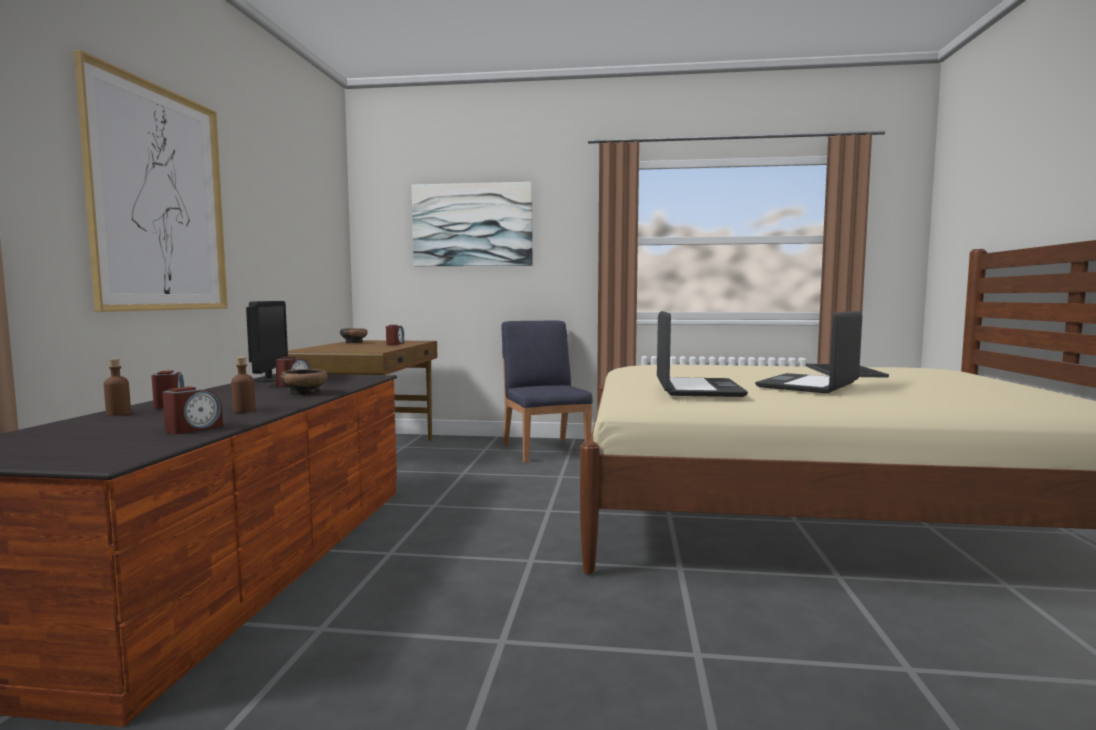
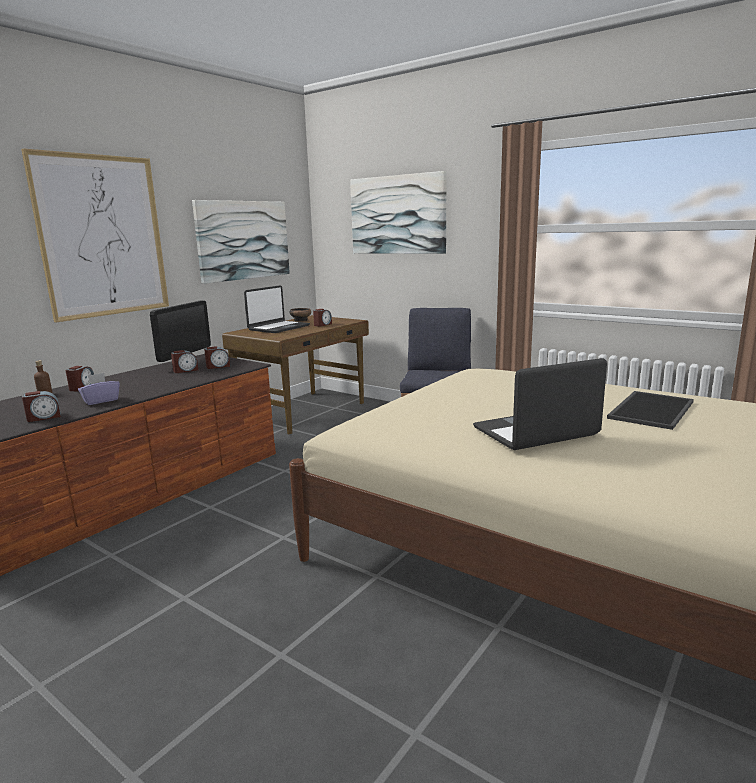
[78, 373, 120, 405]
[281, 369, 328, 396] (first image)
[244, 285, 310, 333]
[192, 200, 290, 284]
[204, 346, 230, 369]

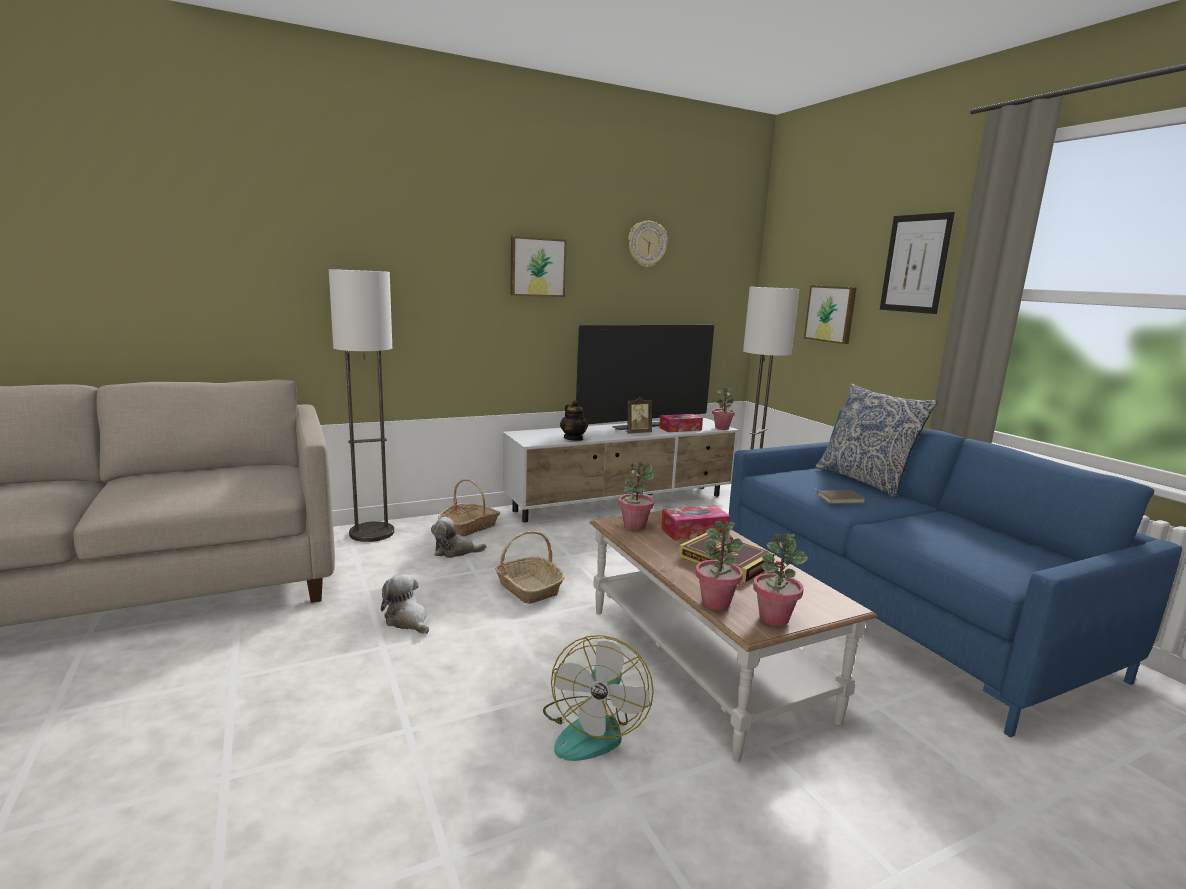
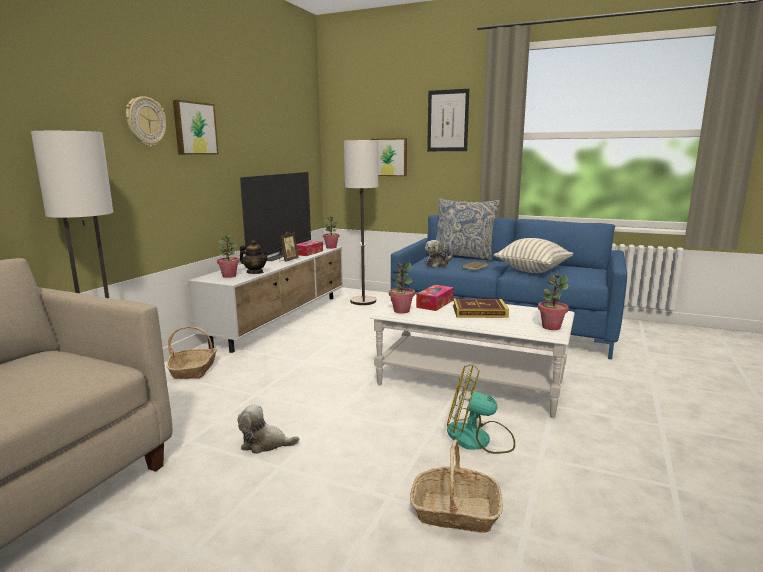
[425, 240, 452, 267]
[410, 439, 503, 533]
[447, 365, 515, 454]
[369, 294, 575, 418]
[126, 96, 166, 147]
[217, 236, 239, 278]
[493, 238, 573, 273]

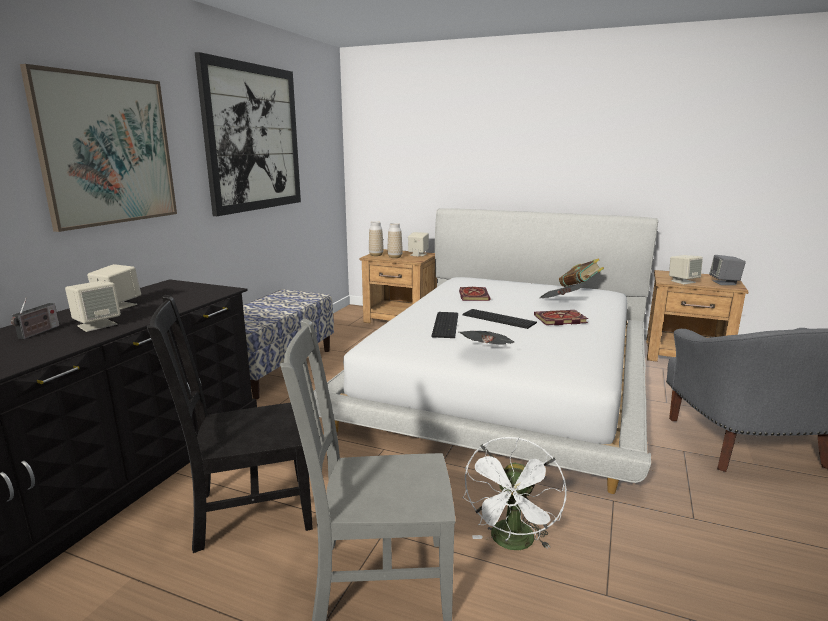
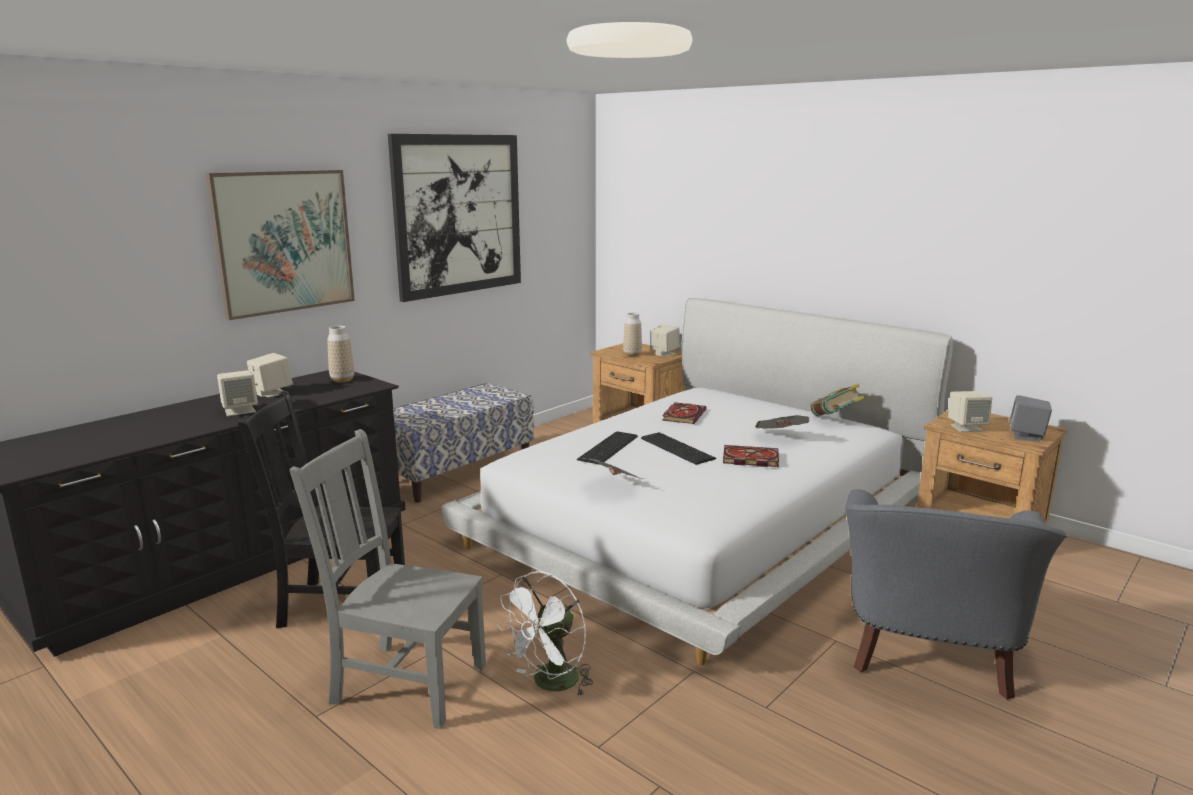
[11, 298, 59, 339] (first image)
[327, 326, 354, 382]

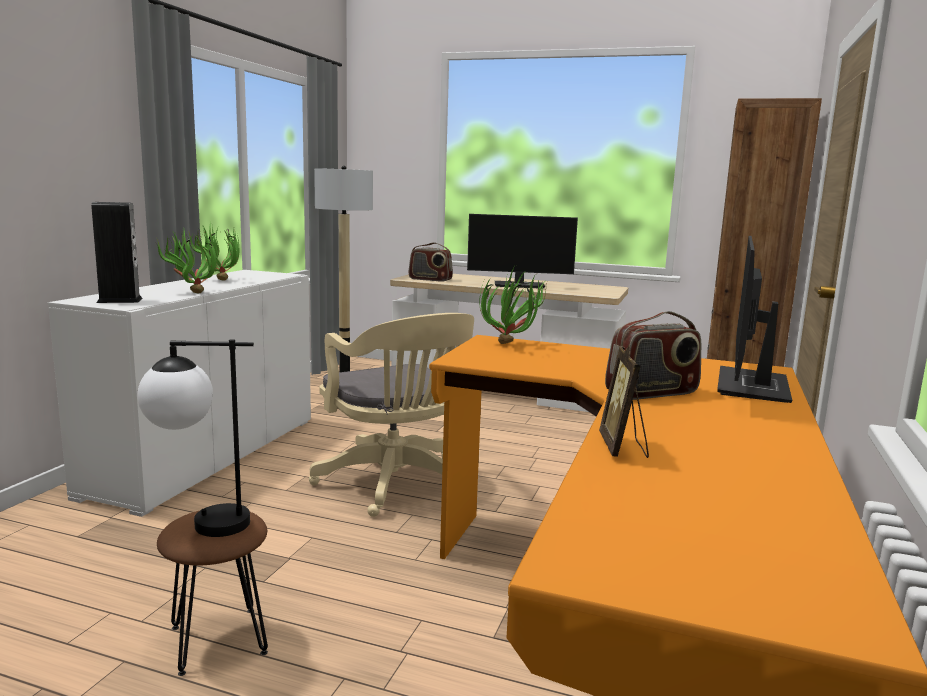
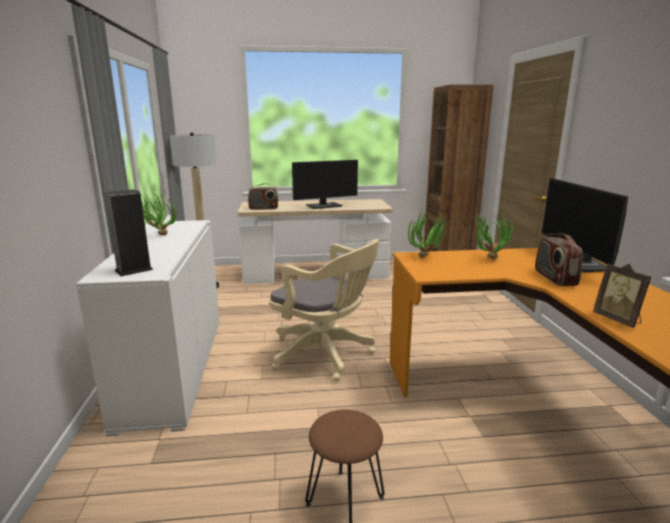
[137, 339, 254, 537] (first image)
[473, 211, 513, 259]
[535, 233, 583, 286]

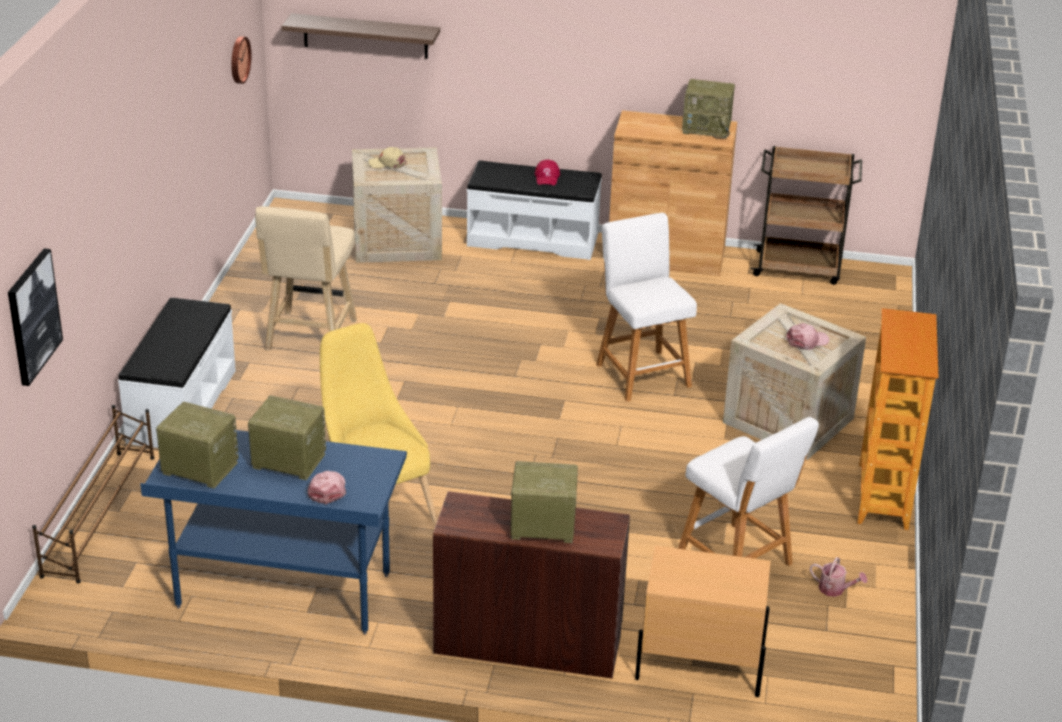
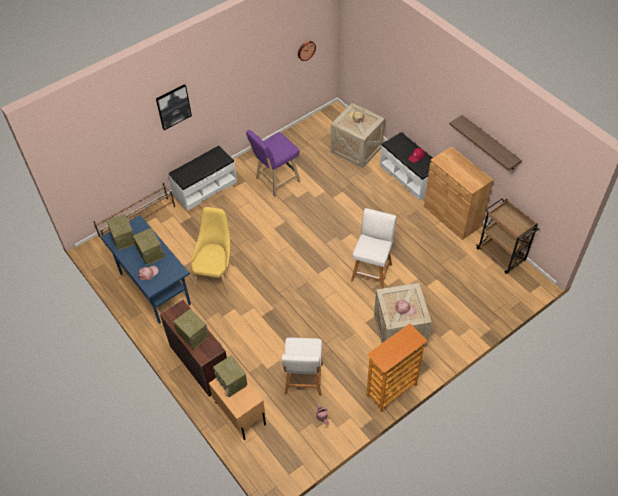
[156, 84, 192, 130]
[246, 130, 301, 197]
[449, 115, 522, 171]
[213, 355, 248, 397]

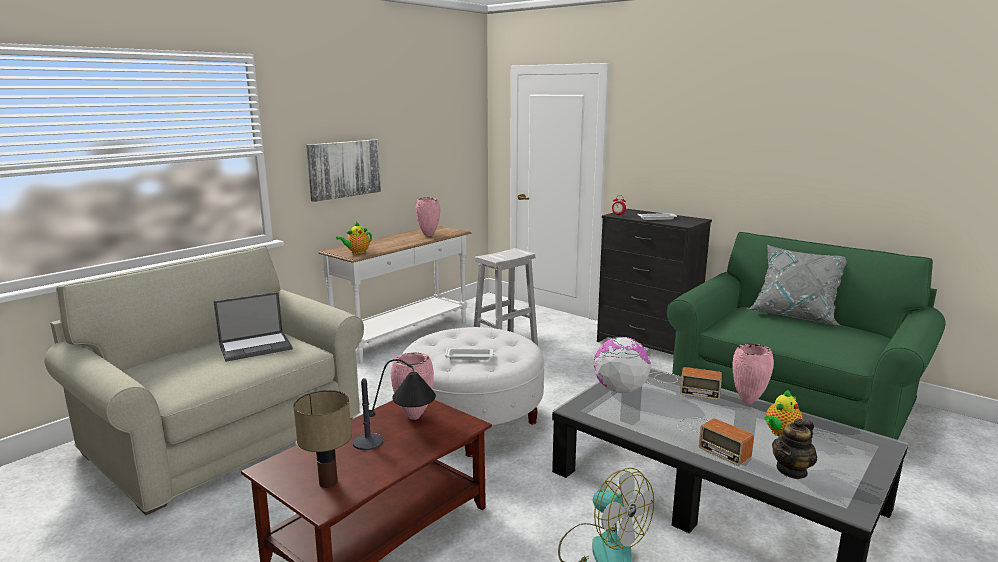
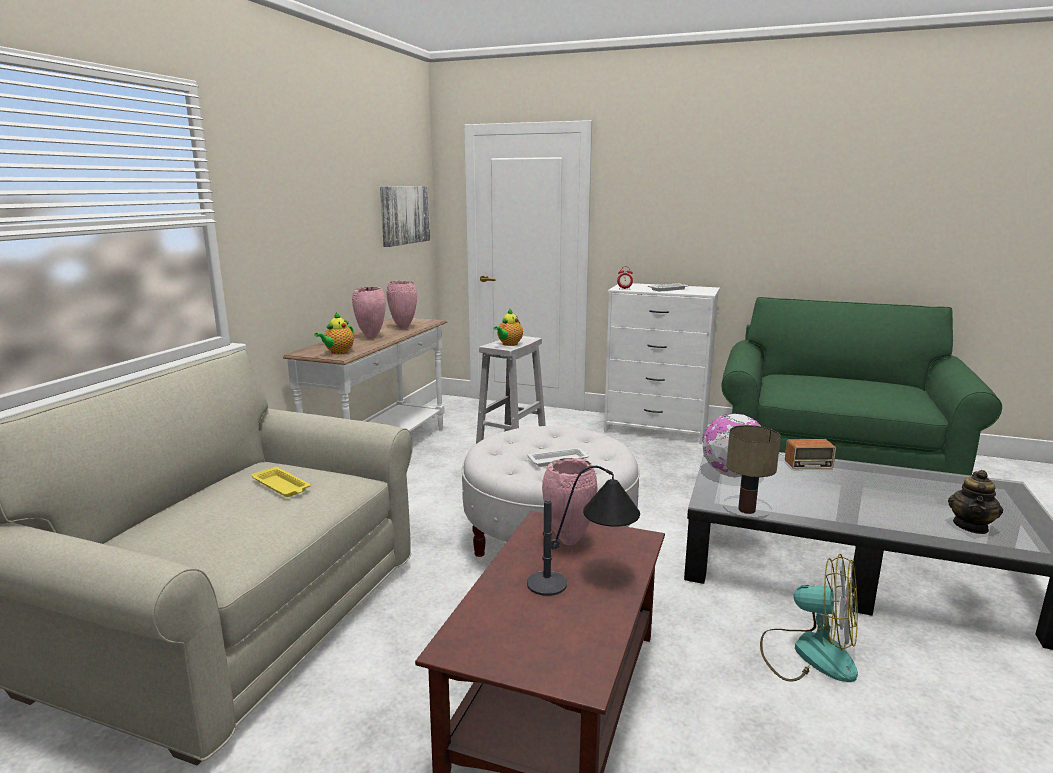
[251, 466, 311, 497]
[726, 425, 781, 514]
[380, 186, 430, 247]
[604, 283, 720, 444]
[677, 418, 754, 466] (first image)
[352, 287, 386, 339]
[747, 245, 846, 326] (first image)
[494, 308, 523, 346]

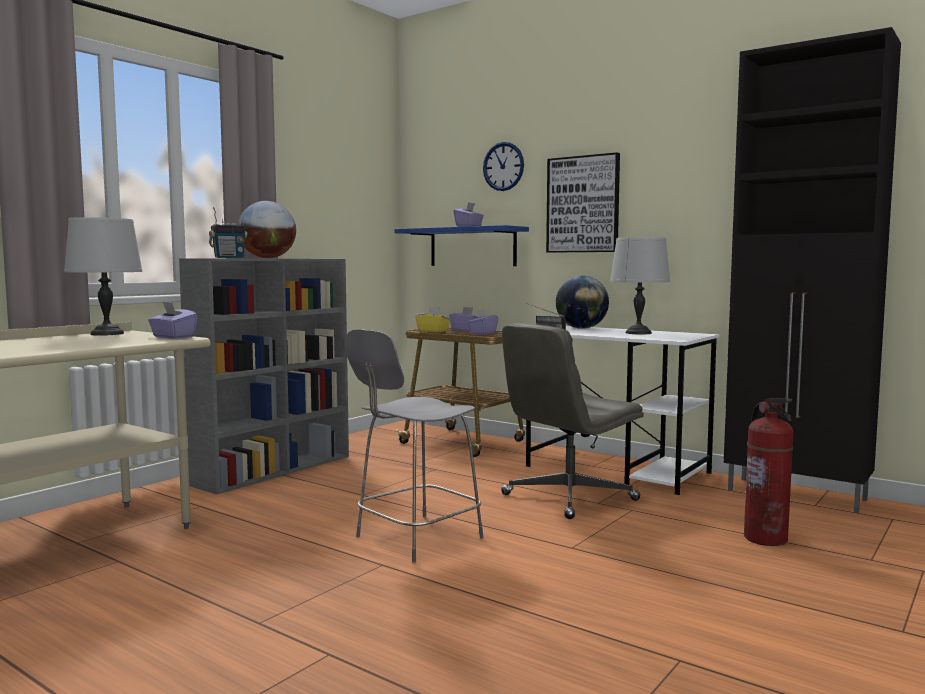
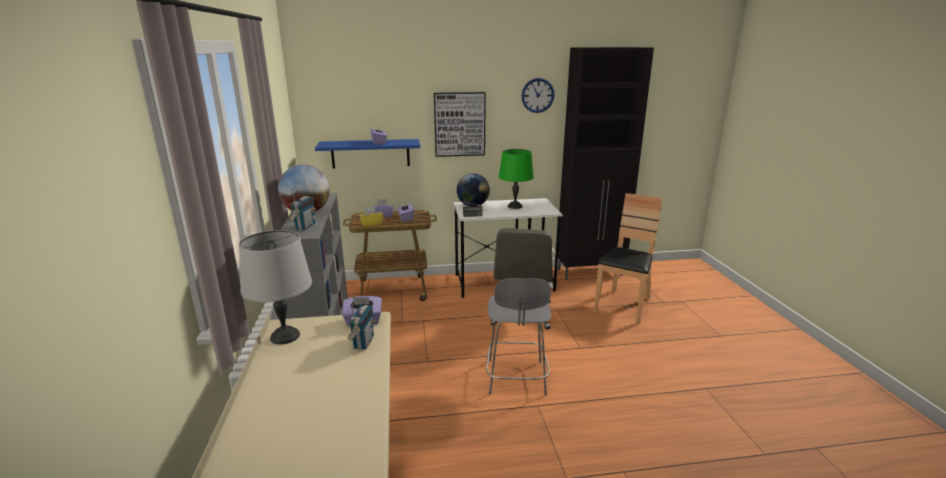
[522, 78, 555, 113]
[499, 149, 534, 209]
[594, 193, 662, 324]
[347, 302, 375, 350]

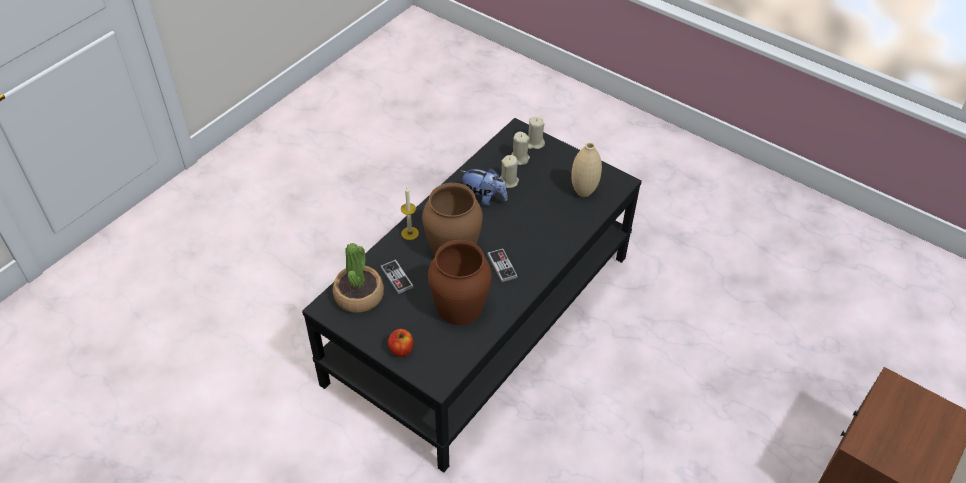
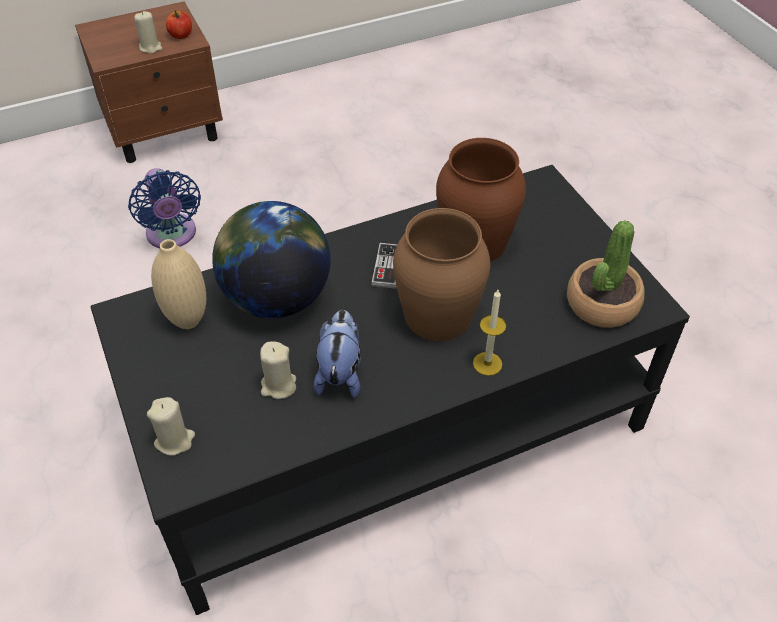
[380, 259, 414, 294] (first image)
[166, 11, 192, 39]
[313, 310, 361, 398]
[134, 11, 163, 54]
[128, 168, 201, 248]
[212, 201, 330, 318]

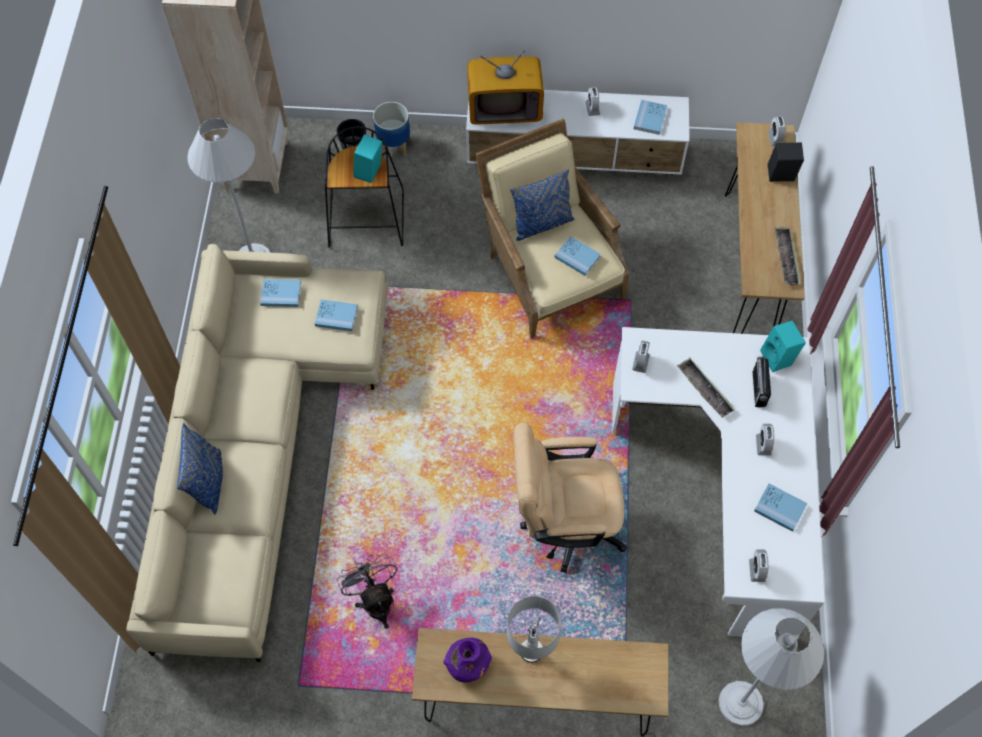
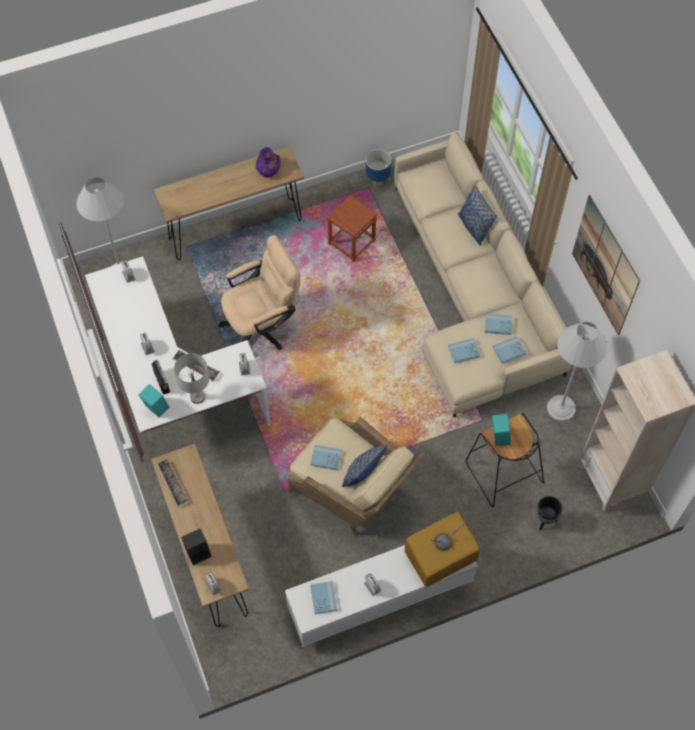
[327, 195, 377, 262]
[366, 149, 391, 191]
[174, 353, 209, 404]
[485, 313, 513, 335]
[572, 195, 640, 335]

